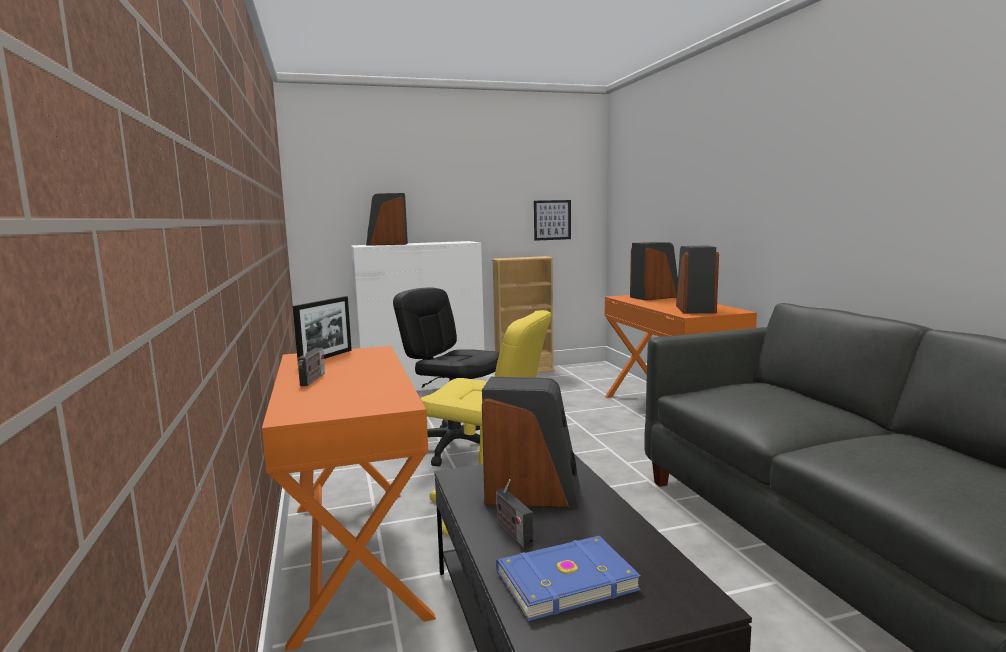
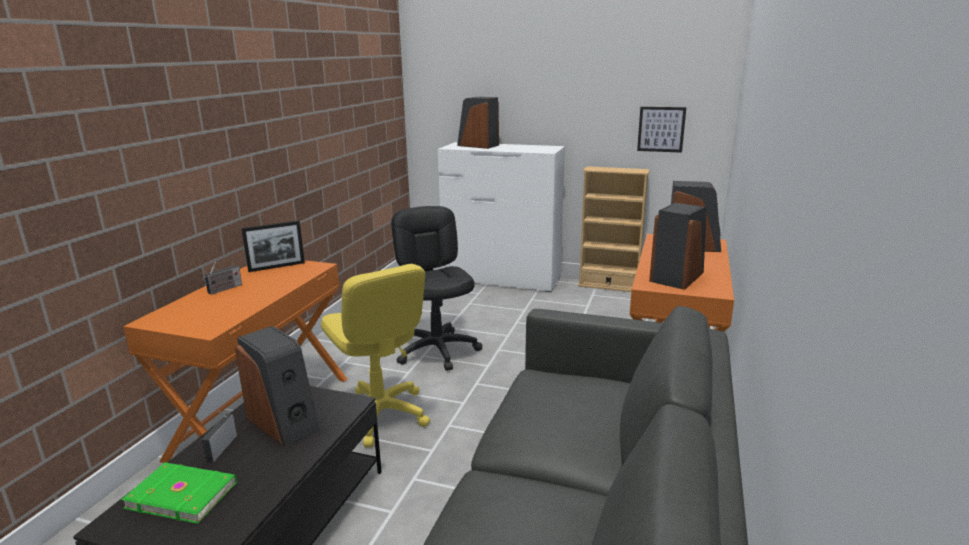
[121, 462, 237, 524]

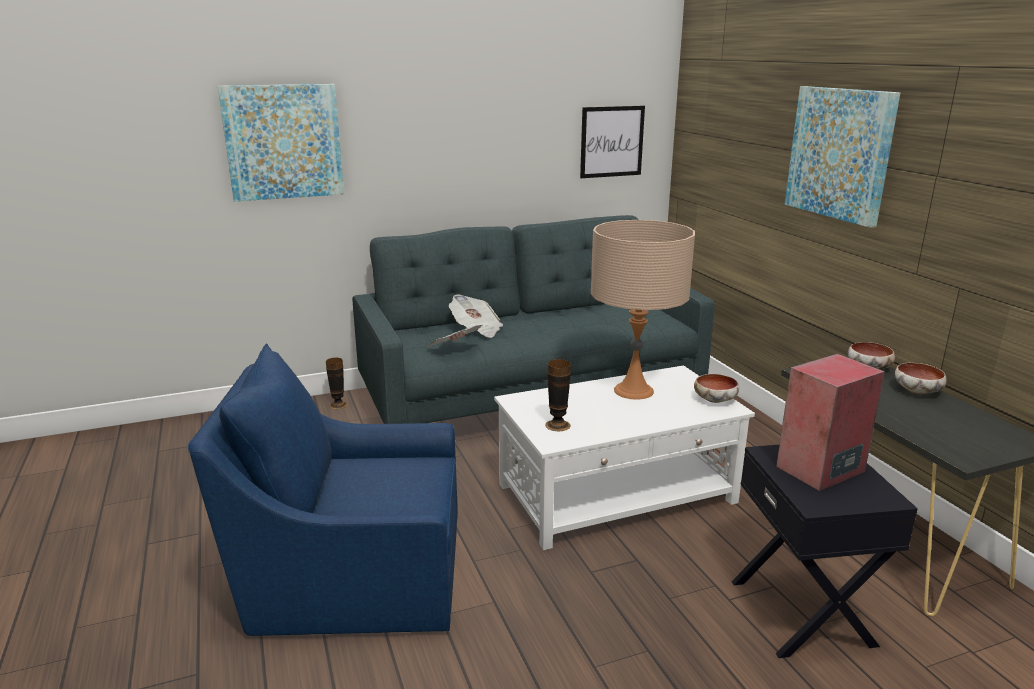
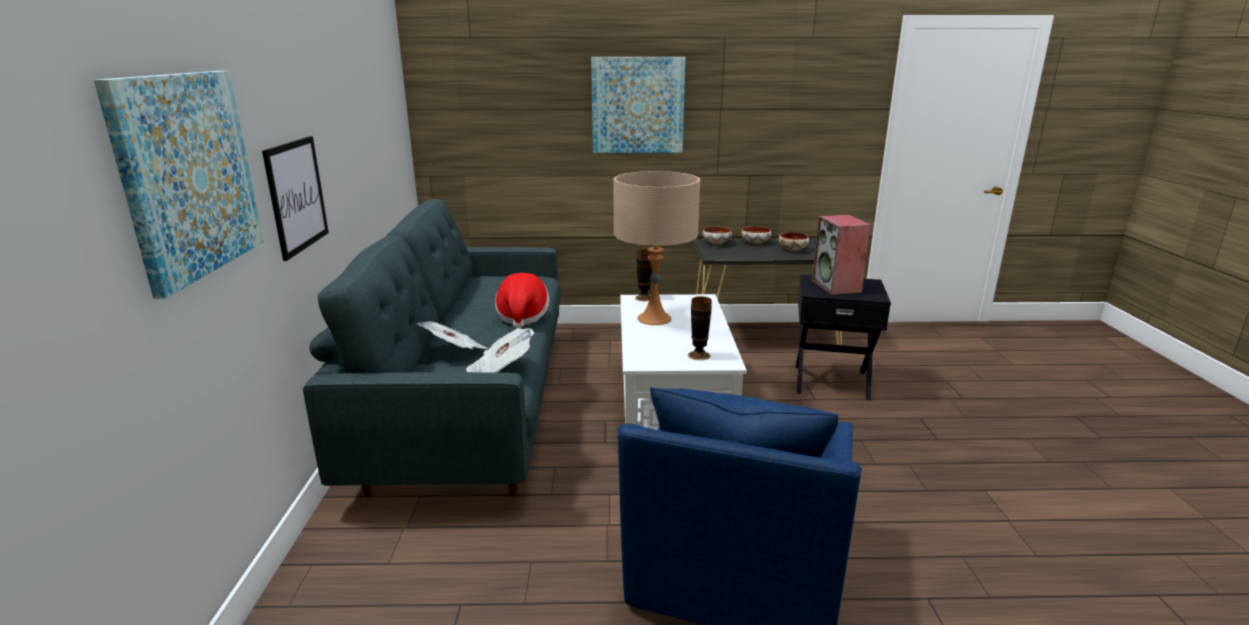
[635, 249, 652, 301]
[262, 136, 329, 261]
[778, 232, 809, 251]
[495, 273, 549, 328]

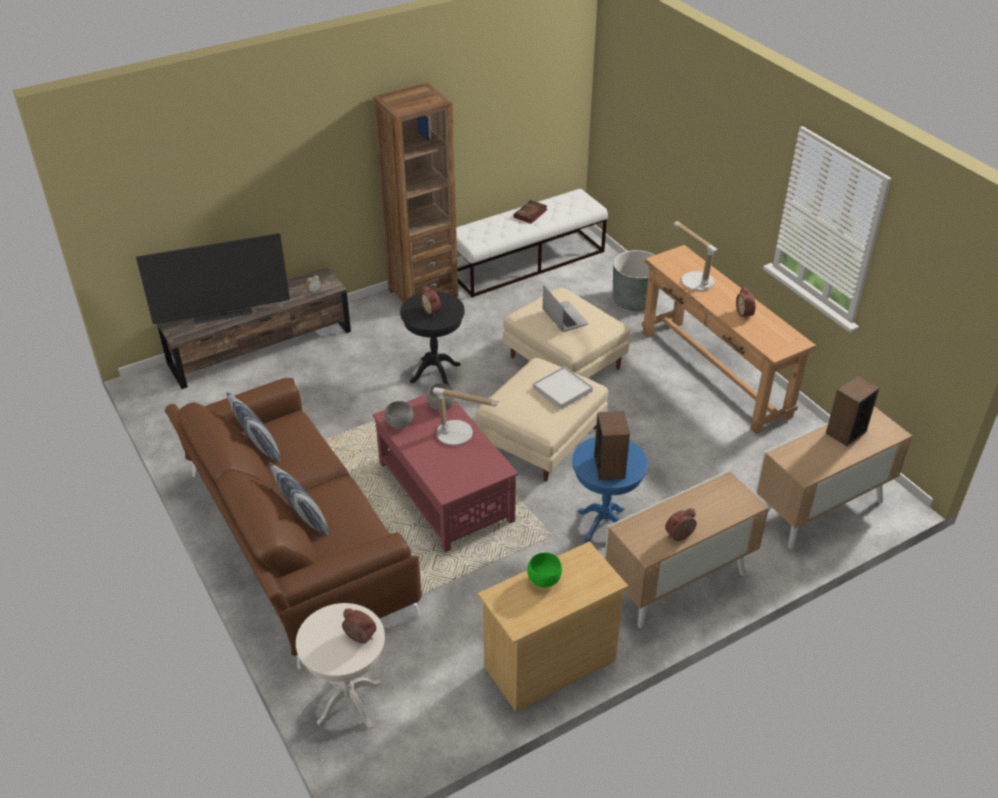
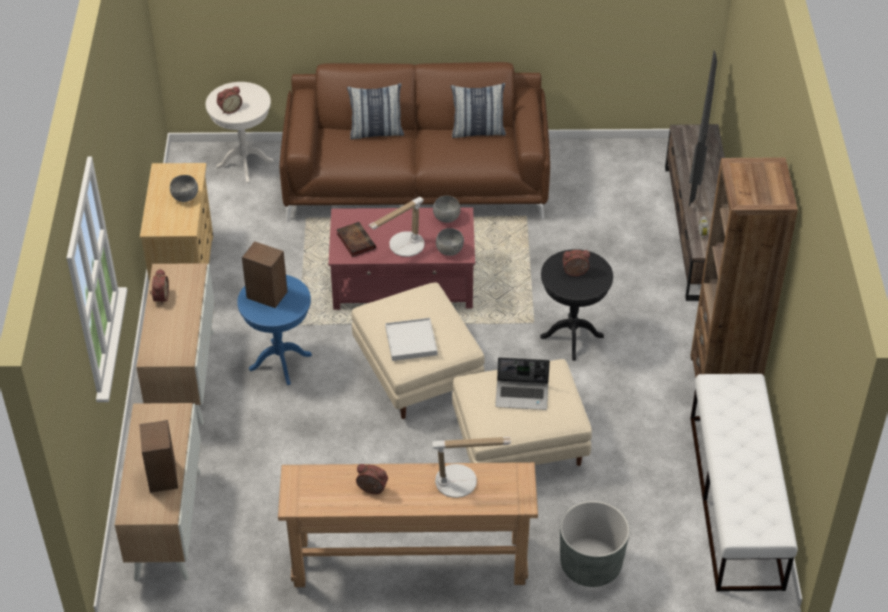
[337, 222, 376, 257]
[170, 175, 198, 202]

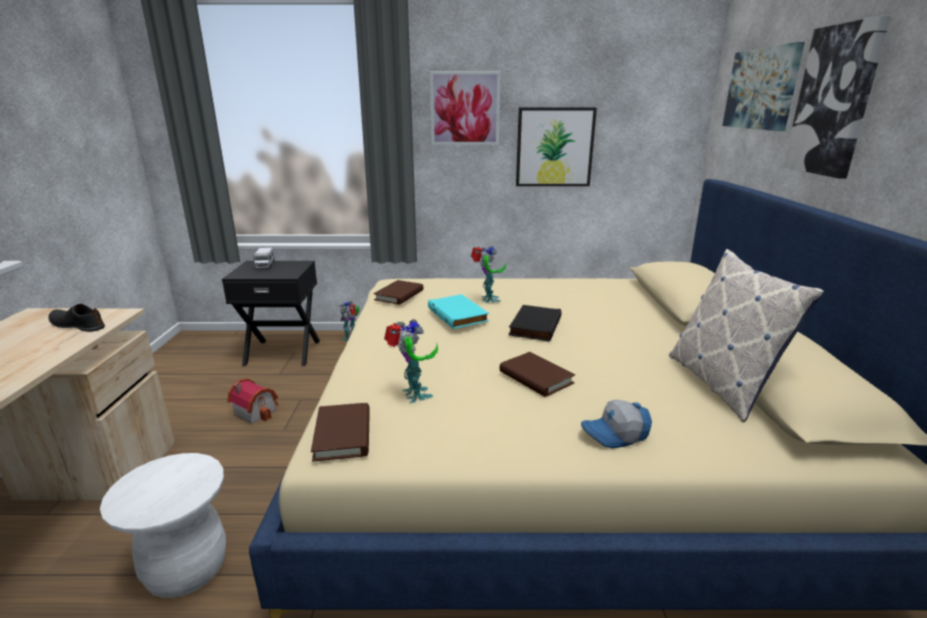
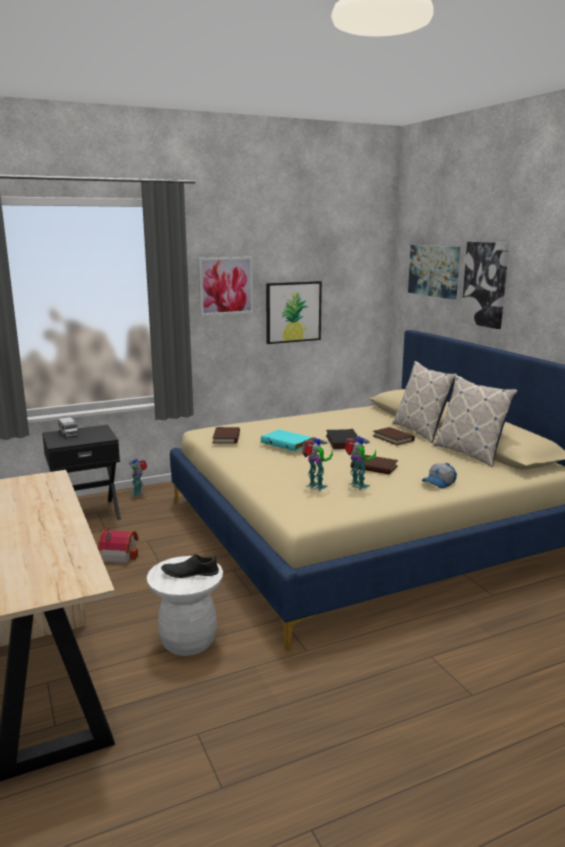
[161, 554, 219, 578]
[373, 427, 415, 445]
[345, 436, 376, 490]
[392, 361, 457, 443]

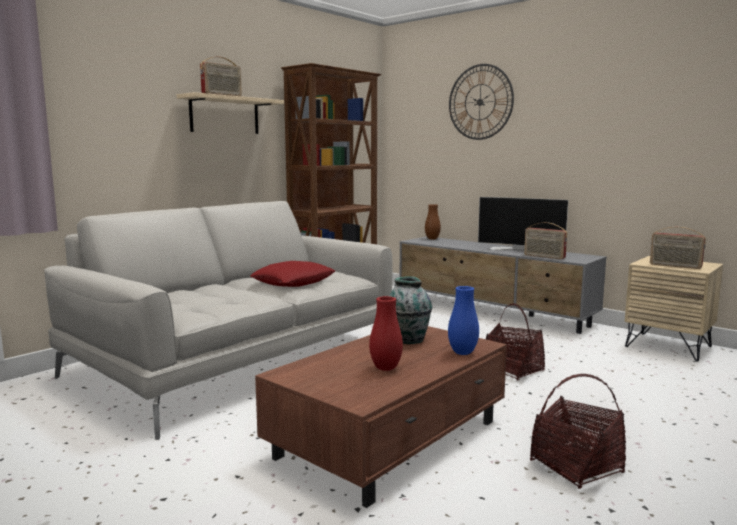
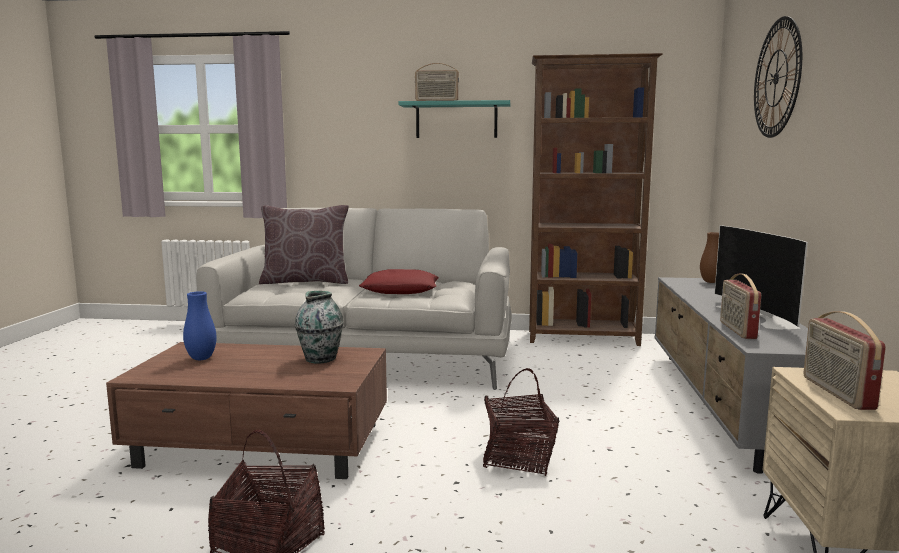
[399, 100, 510, 138]
[369, 296, 403, 371] (first image)
[183, 291, 217, 360]
[259, 205, 349, 285]

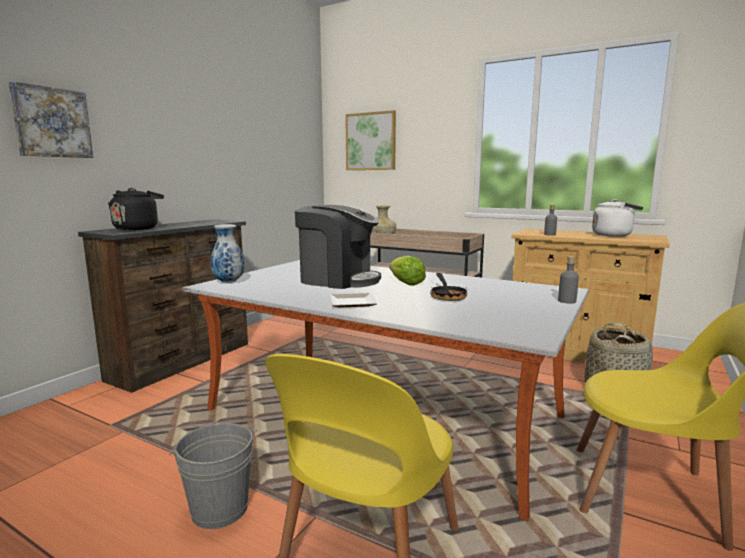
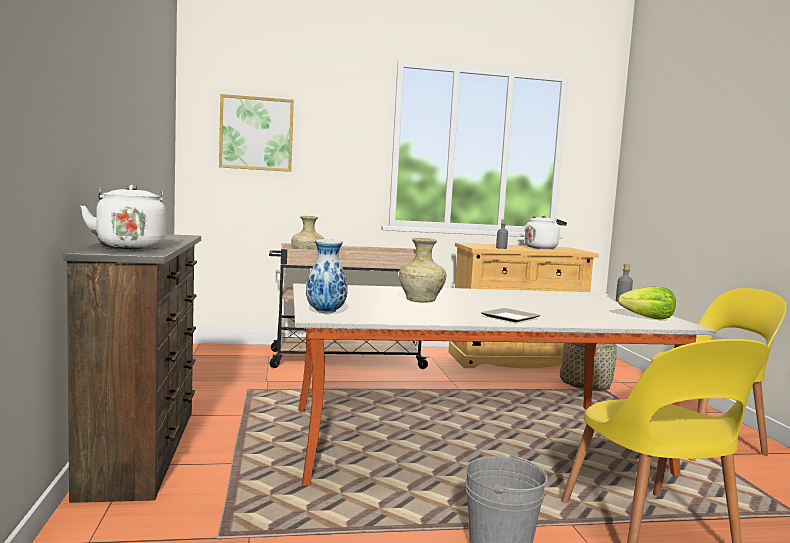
[9, 81, 93, 158] (first image)
[80, 185, 166, 249]
[399, 238, 446, 303]
[618, 286, 676, 320]
[430, 273, 469, 301] (first image)

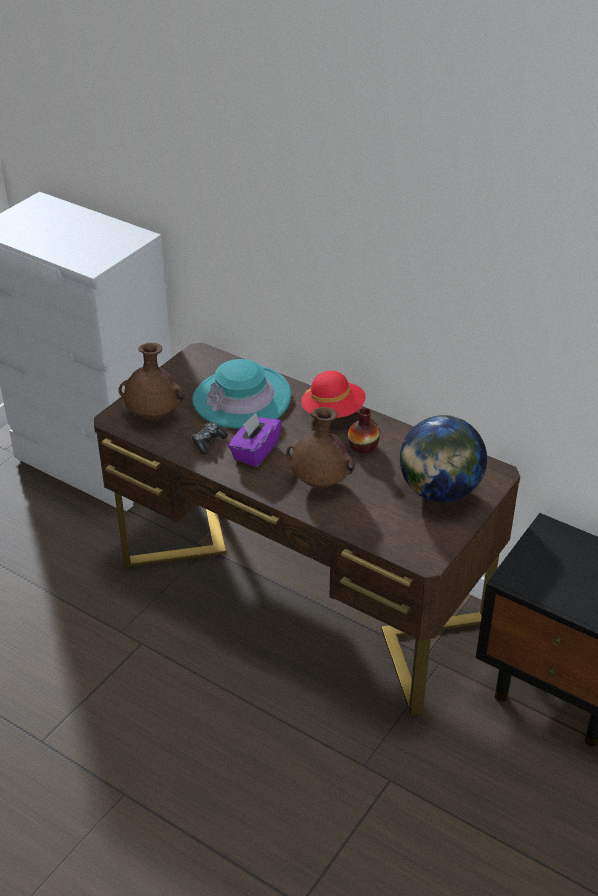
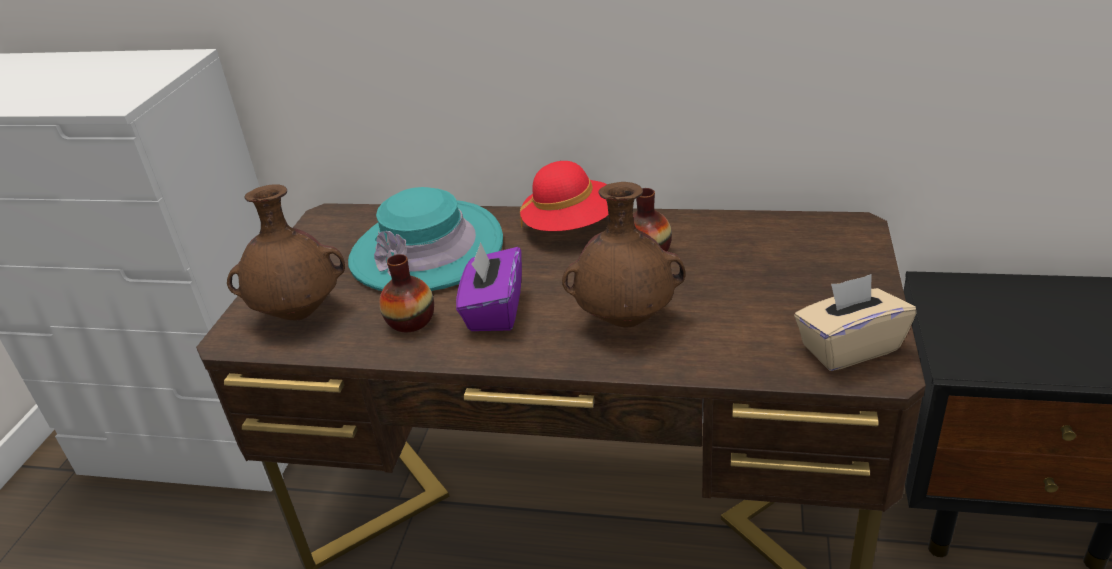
[379, 254, 434, 332]
[400, 415, 487, 502] (first image)
[794, 274, 916, 371]

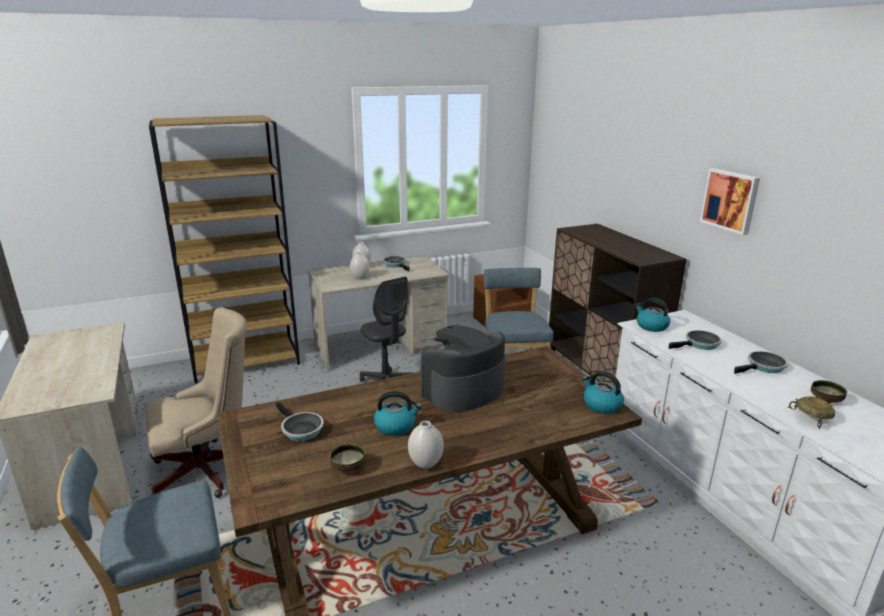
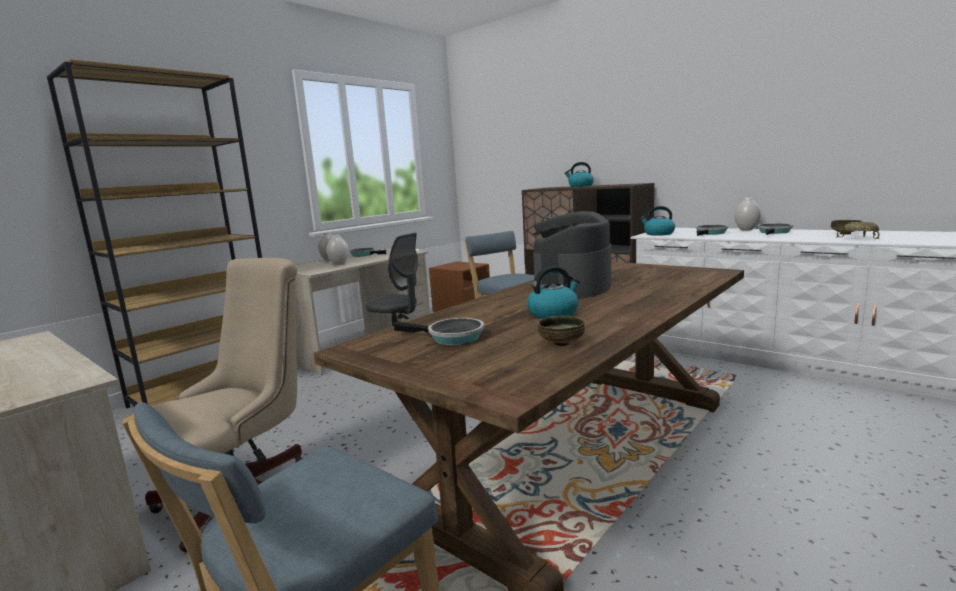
[734, 198, 761, 230]
[565, 162, 594, 187]
[700, 168, 760, 235] (first image)

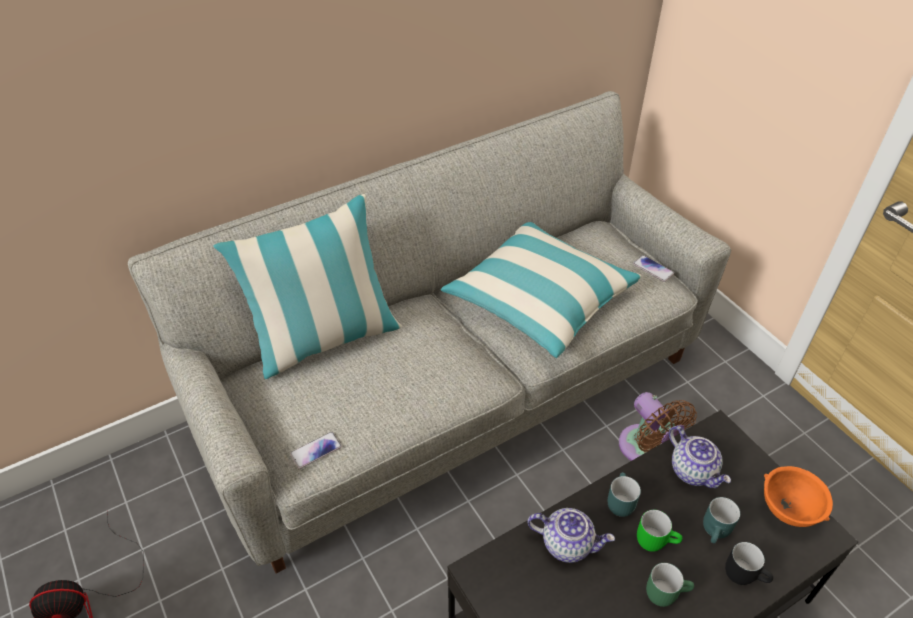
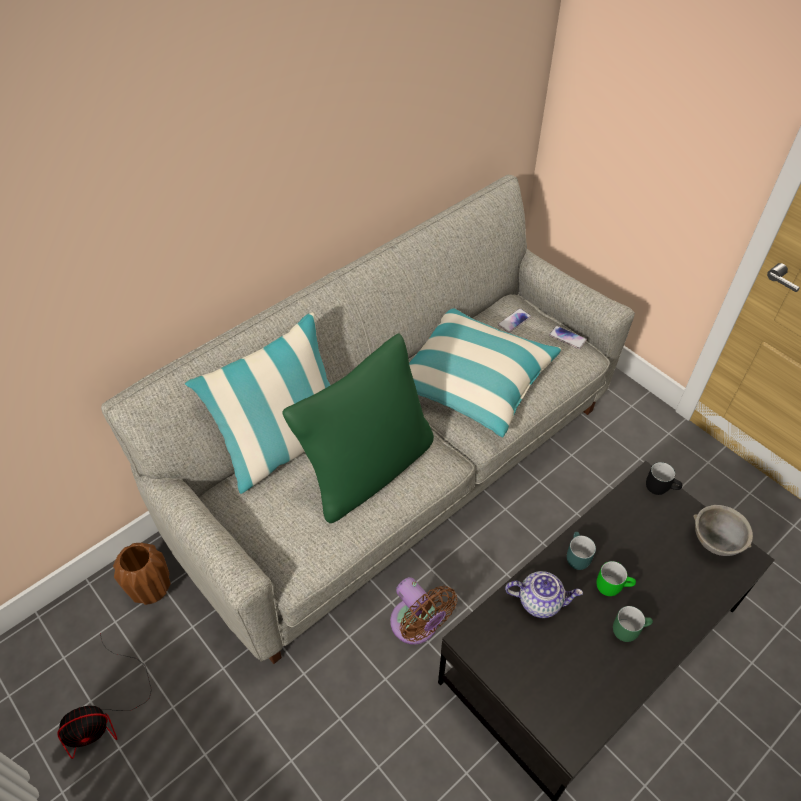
[498, 308, 531, 333]
[390, 577, 457, 644]
[669, 426, 731, 488] (first image)
[703, 497, 740, 543] (first image)
[646, 462, 682, 495]
[693, 505, 753, 556]
[113, 543, 171, 605]
[282, 334, 434, 523]

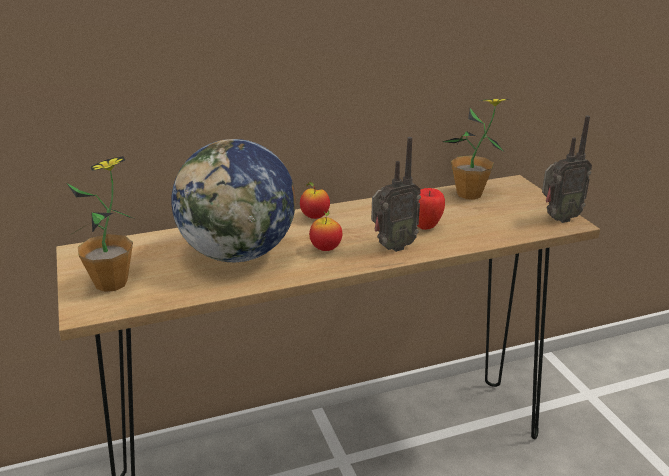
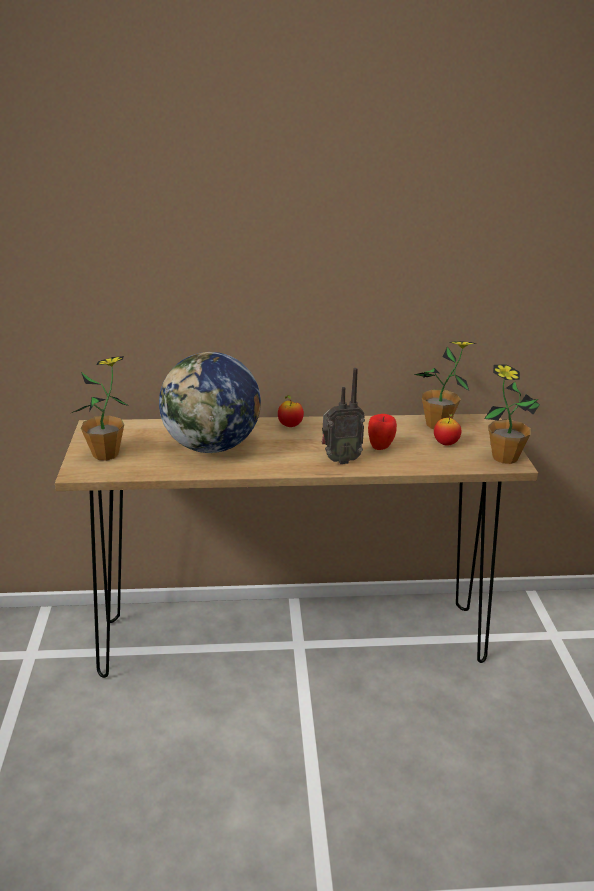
[434, 413, 461, 445]
[484, 364, 540, 464]

